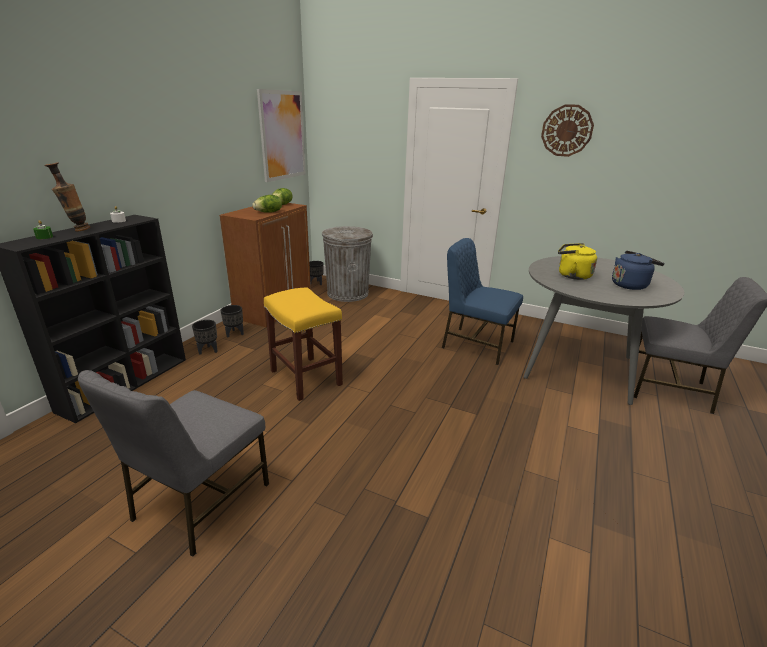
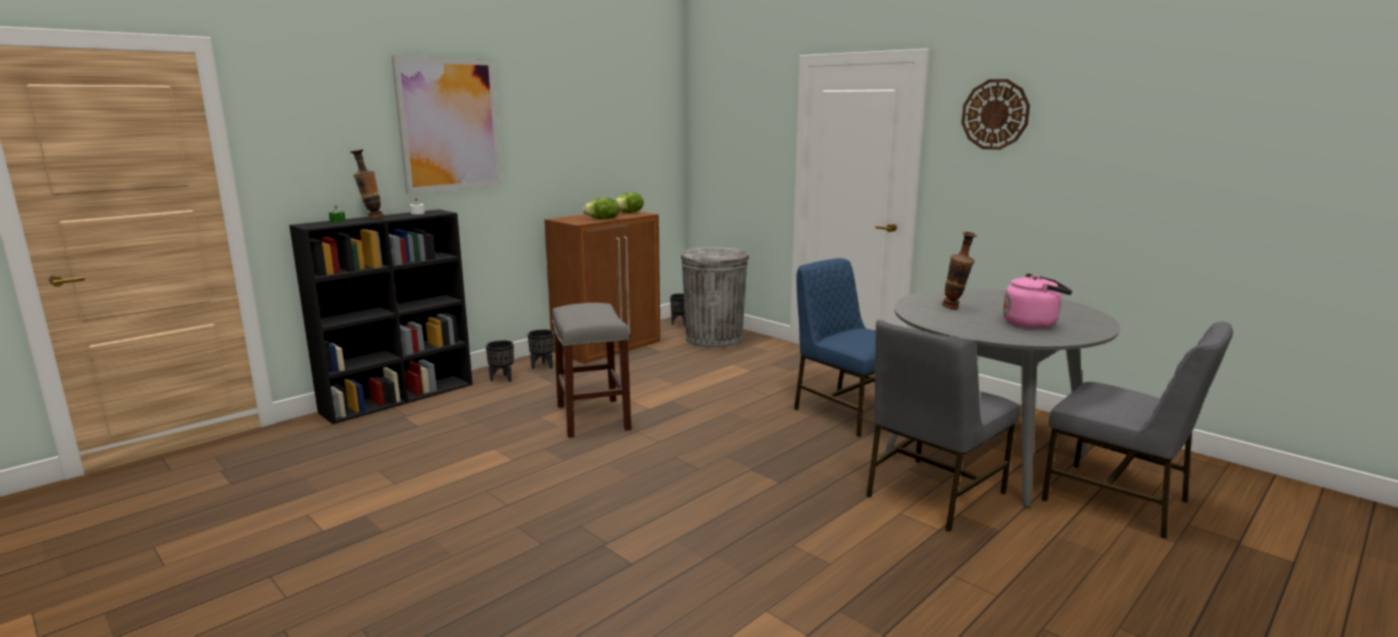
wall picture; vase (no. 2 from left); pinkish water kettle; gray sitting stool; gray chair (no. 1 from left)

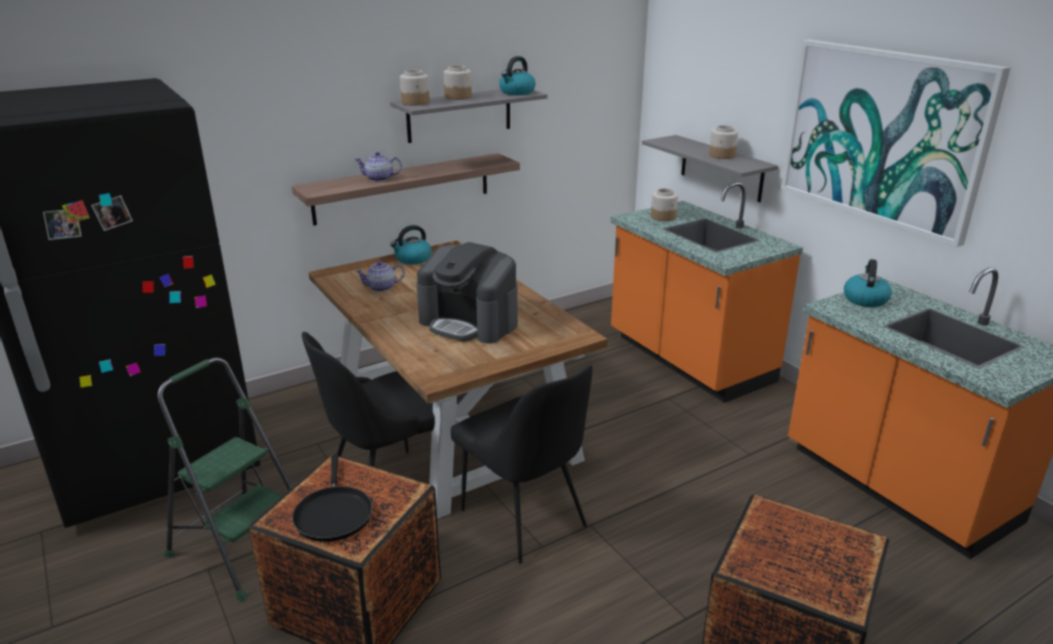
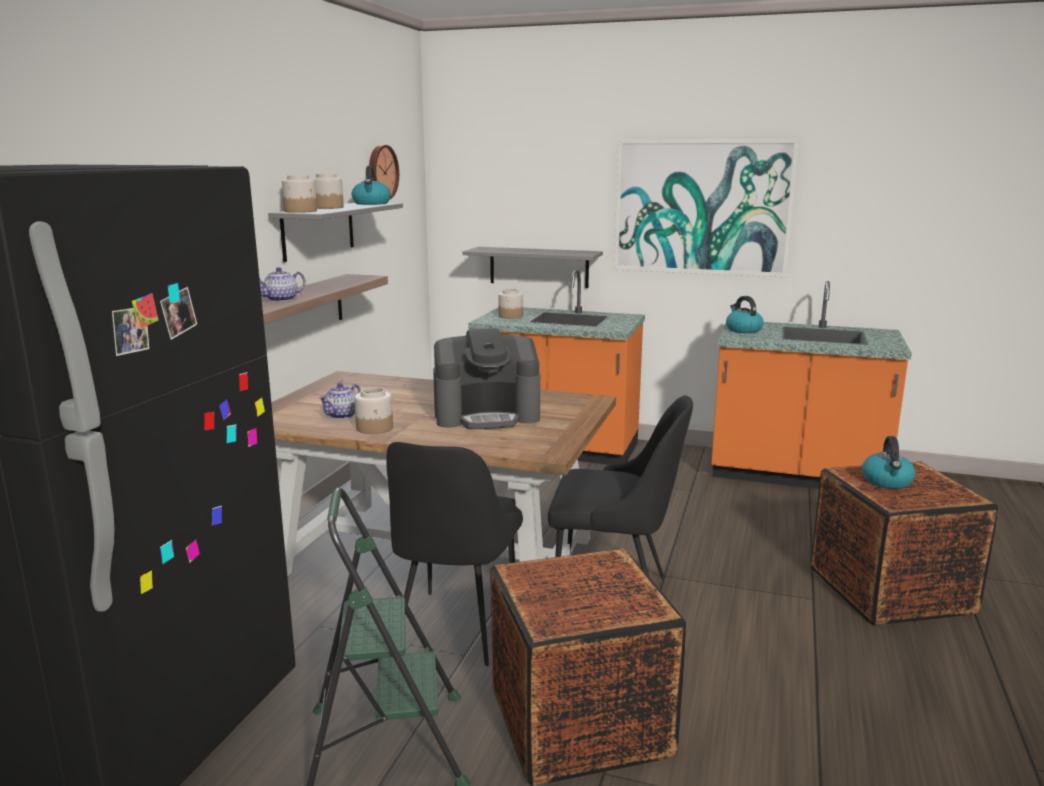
storage jar (no. 3 from left); water kettle (no. 3 from left); black frying pan; clock on the wall

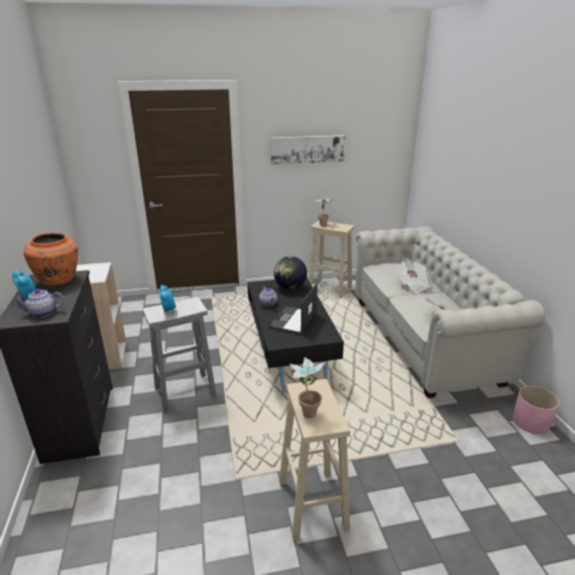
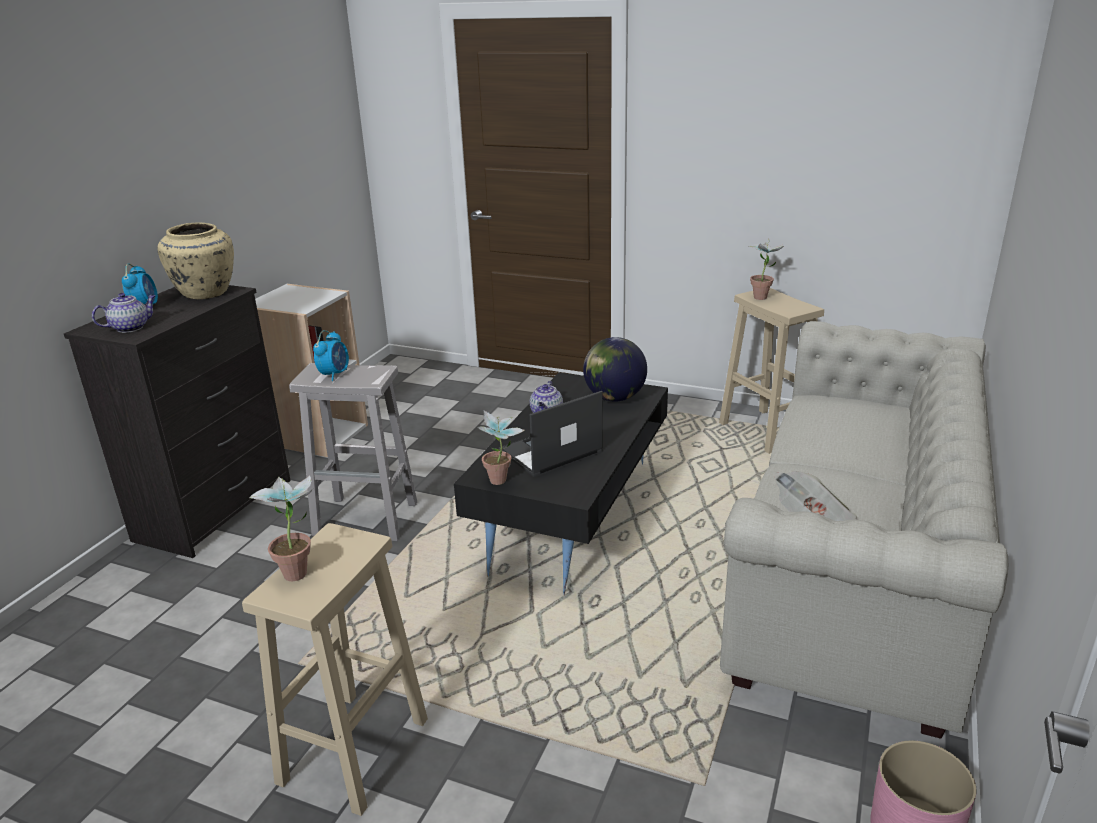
wall picture; beige vase; newspaper (no. 1 from left in the first image); teapot (no. 1 from left); potted plant (no. 2 from left)

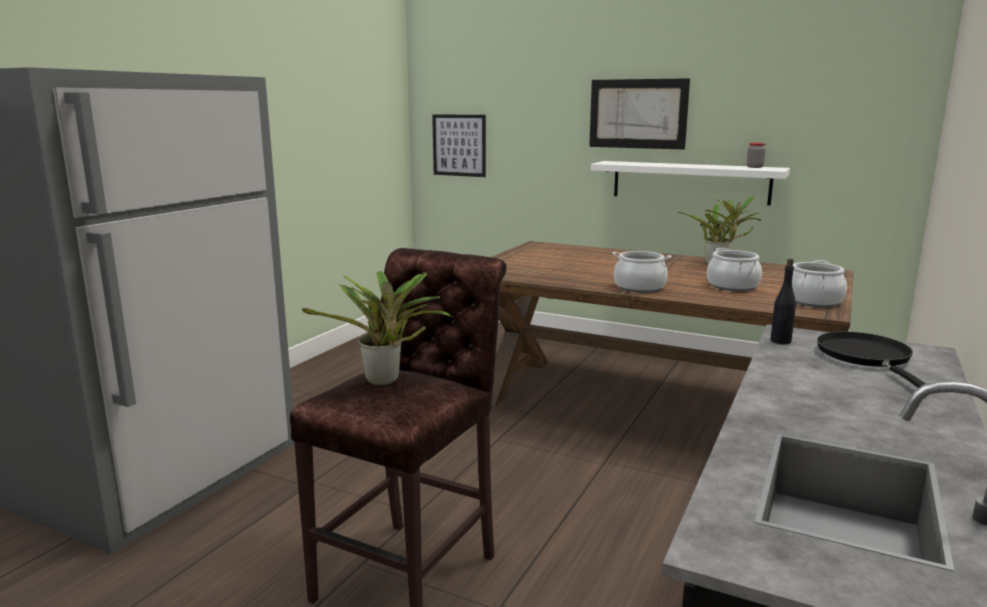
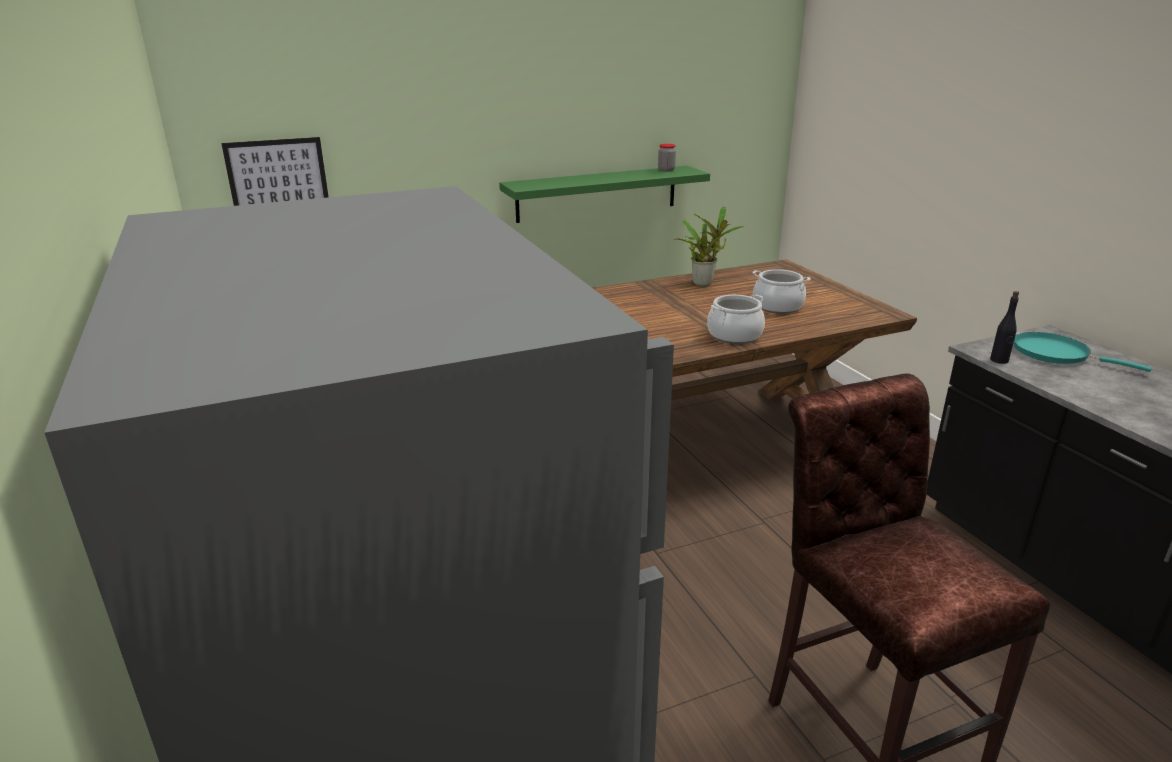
wall picture (no. 2 from left in the first image); green shelf; saucepot (no. 3 from left in the first image); potted plant (no. 1 from left in the first image); blue-green frying pan

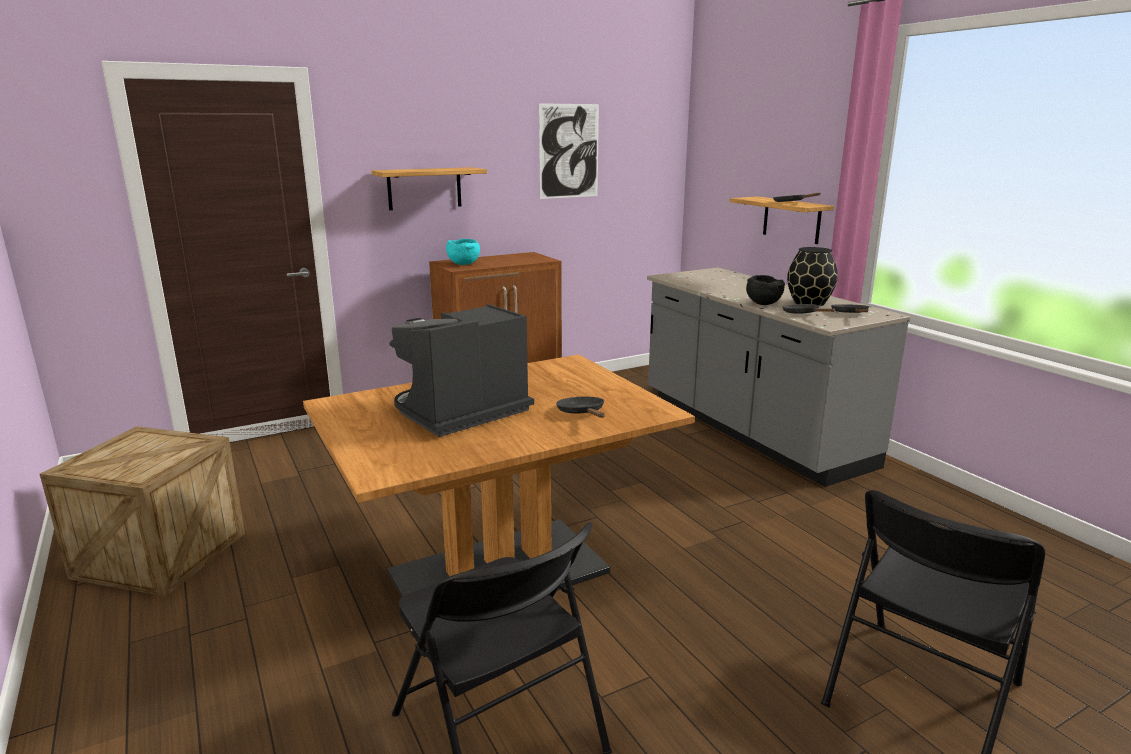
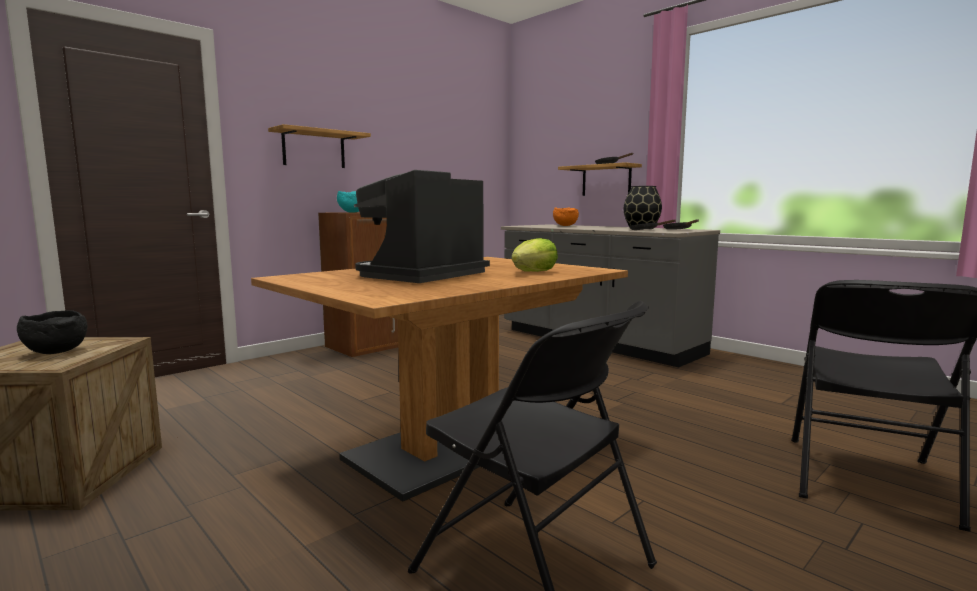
wall picture; black serving bowl; lettuce; orangey serving bowl

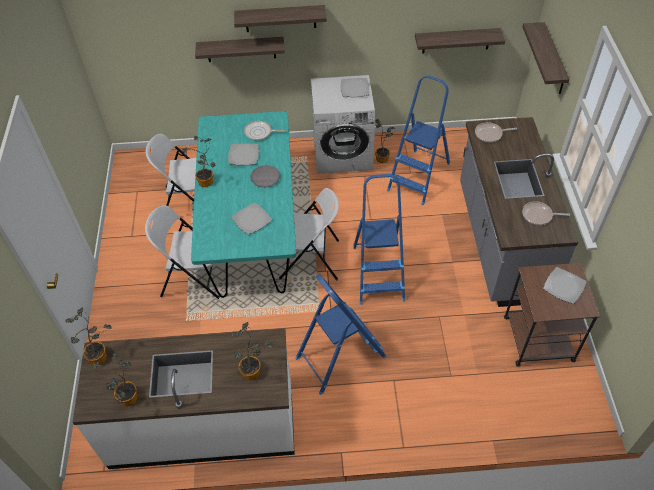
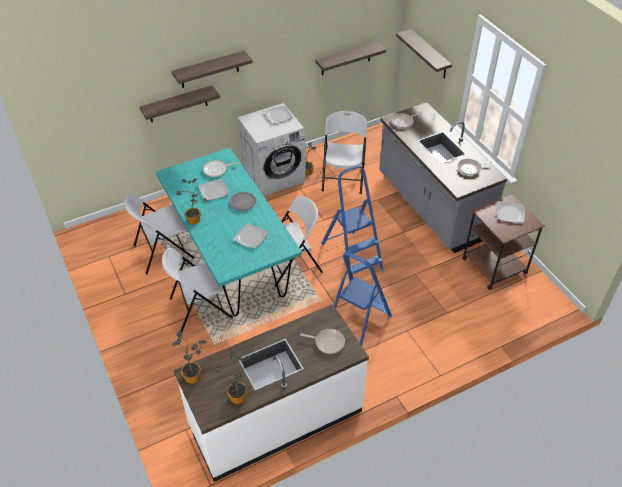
whitish chair (no. 4 from left); frying pan (no. 2 from left)

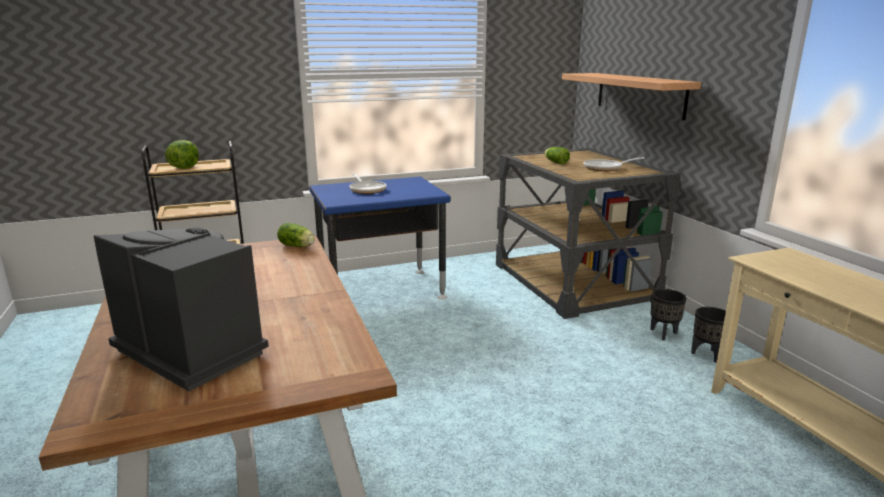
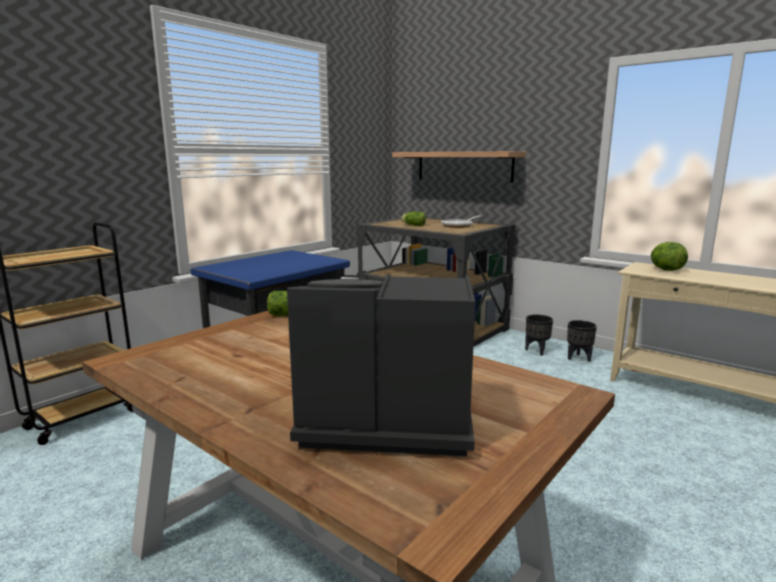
lettuce (no. 3 from left); frying pan (no. 1 from left in the first image)

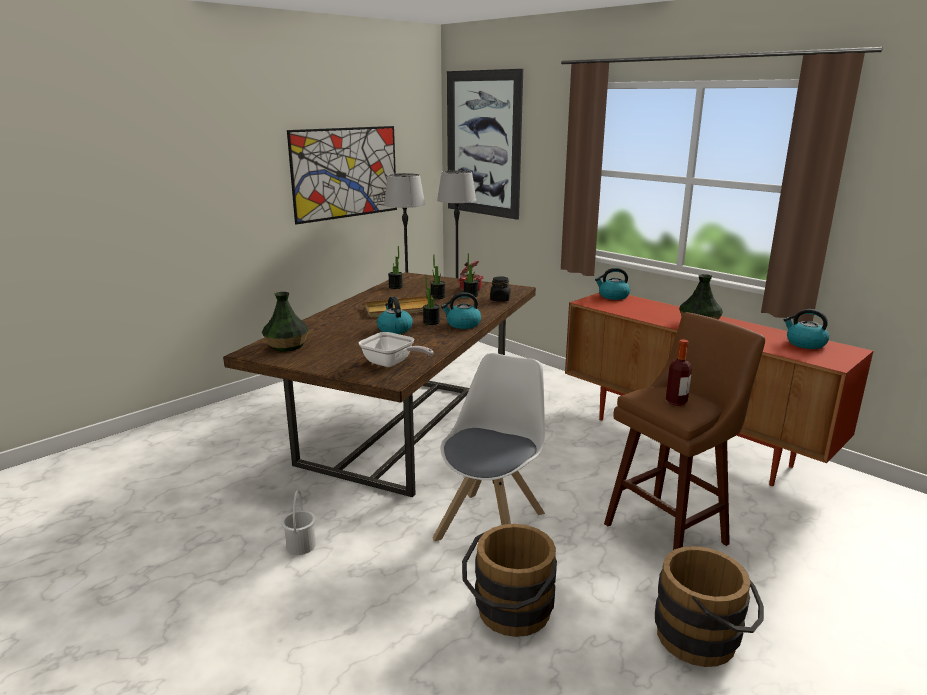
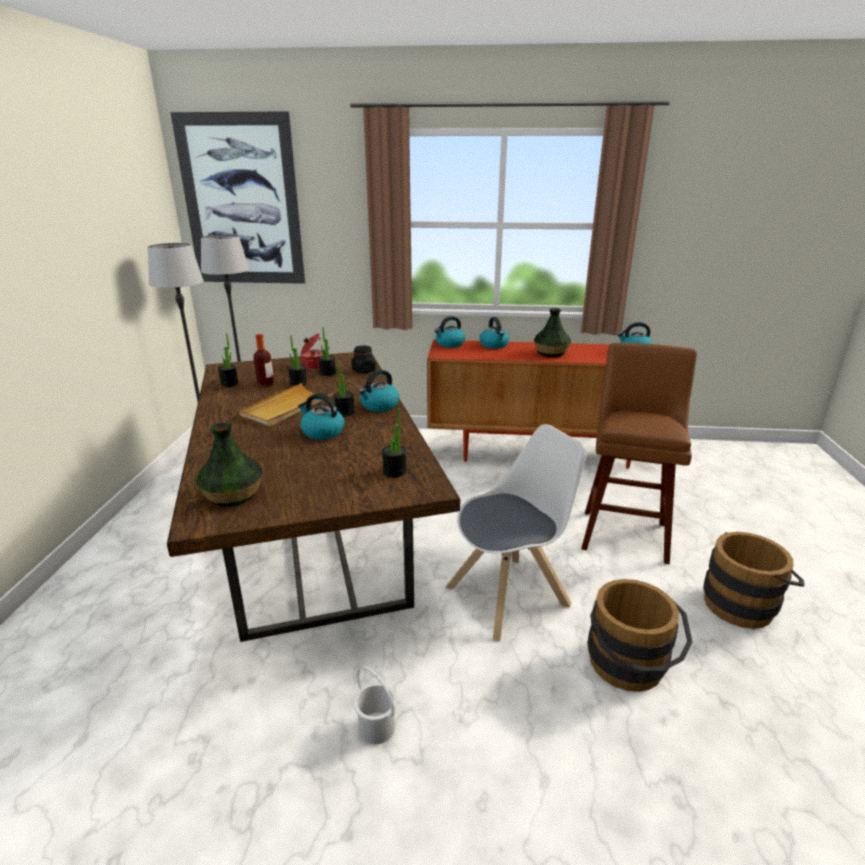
wall picture (no. 1 from left in the first image); potted plant (no. 5 from left); drink bottle; chair; water kettle (no. 4 from left)

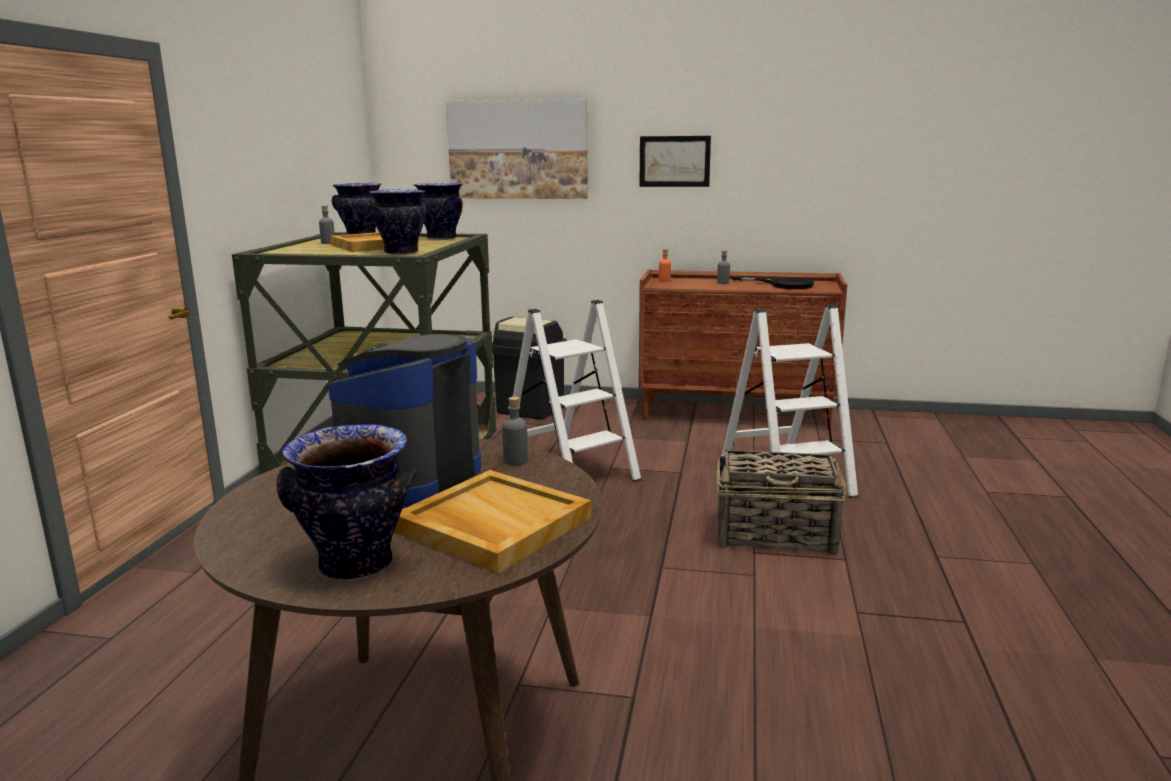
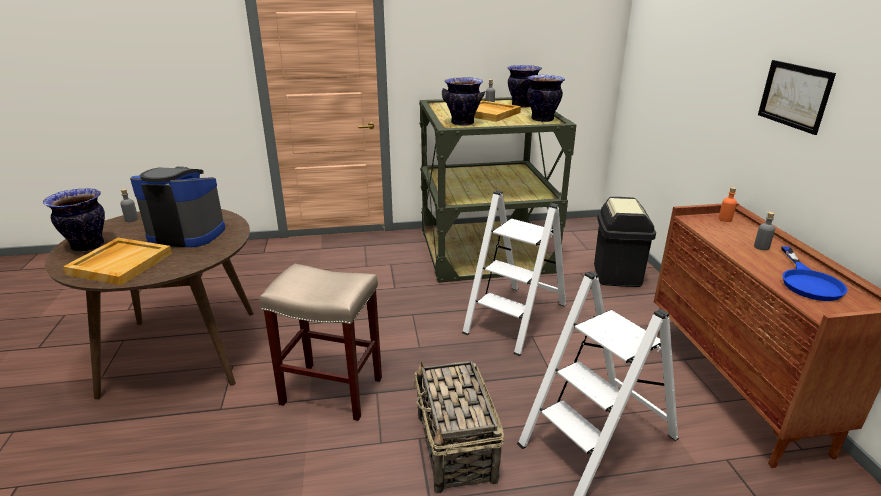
wall picture (no. 1 from left in the first image); blue frying pan; gray drink bottle (no. 1 from left); beige sitting stool

